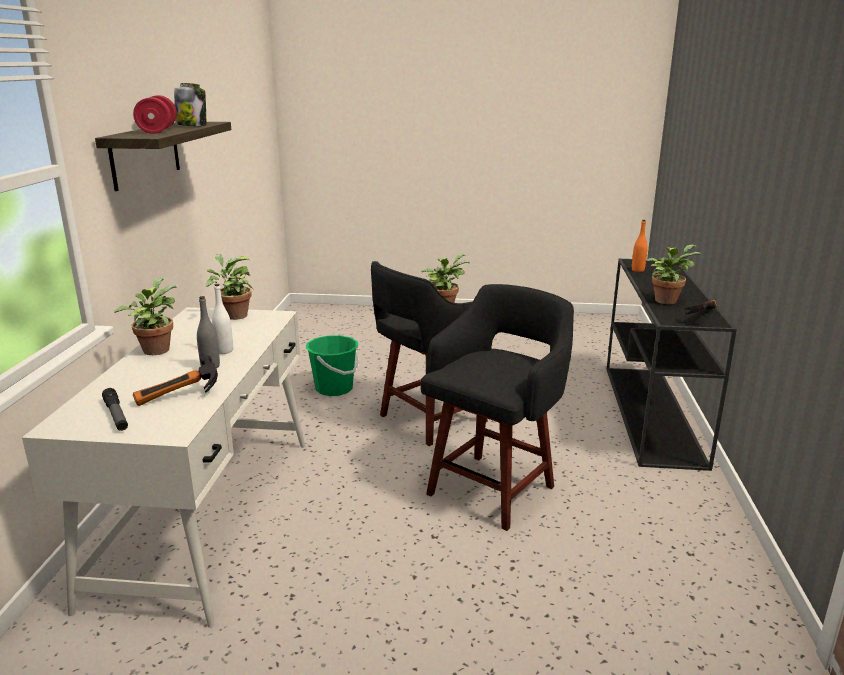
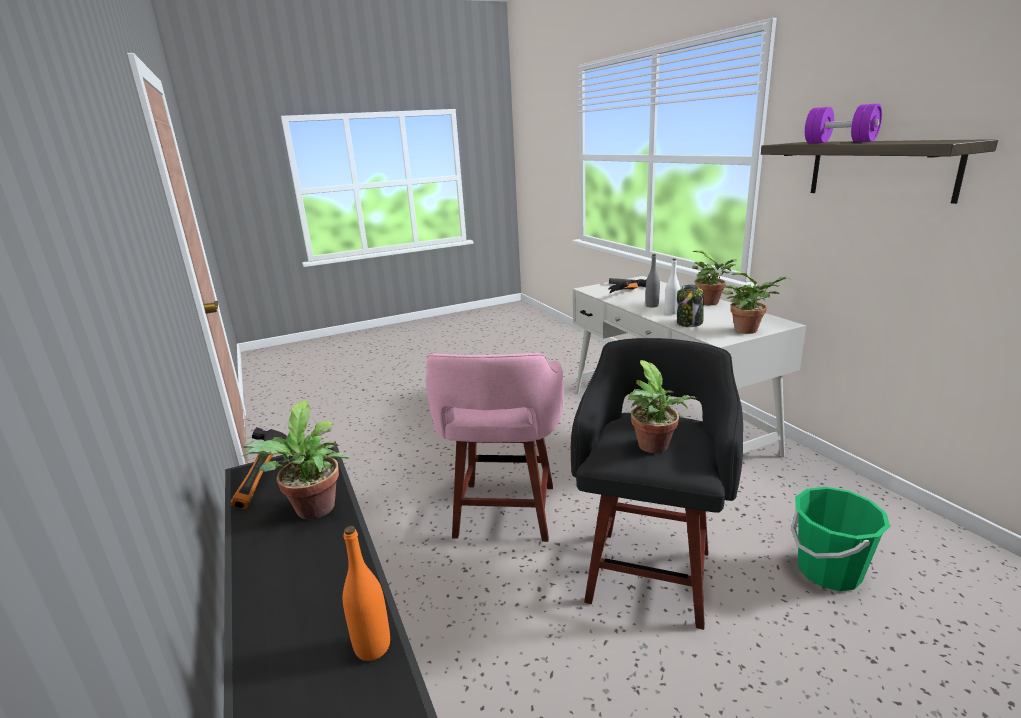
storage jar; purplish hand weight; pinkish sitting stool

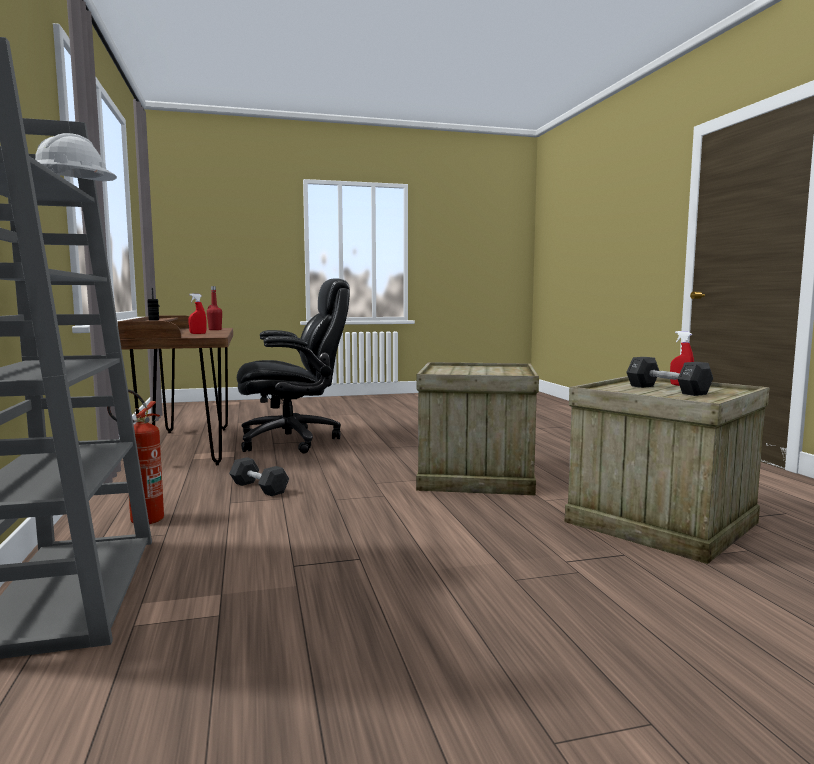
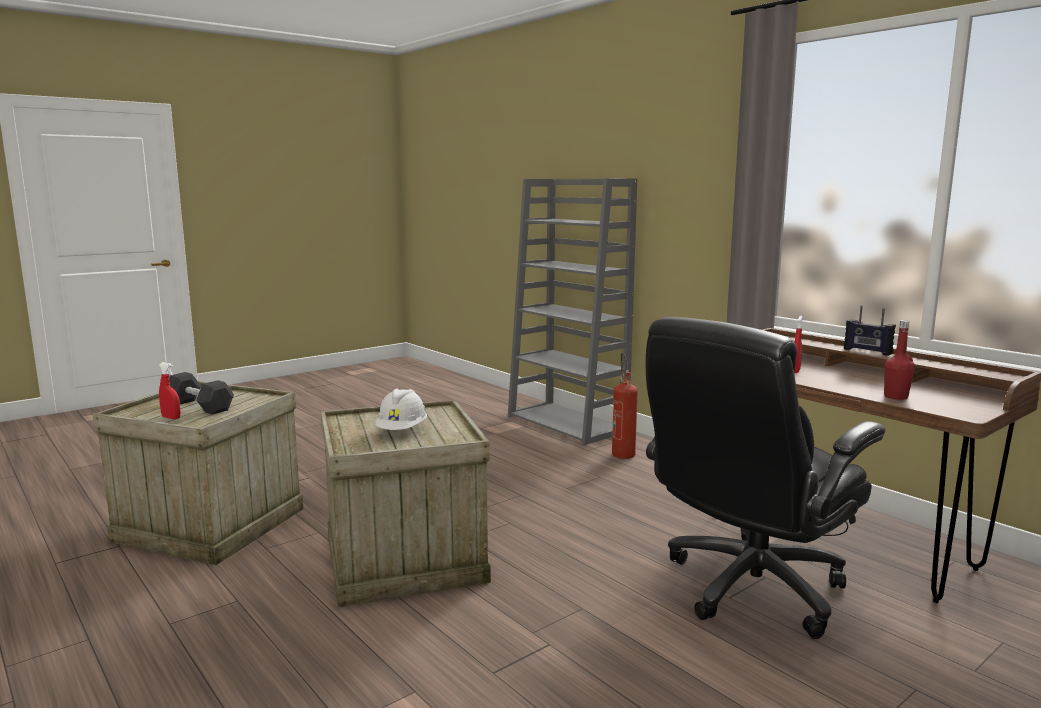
whitish work helmet; black hand weight (no. 1 from left in the first image)

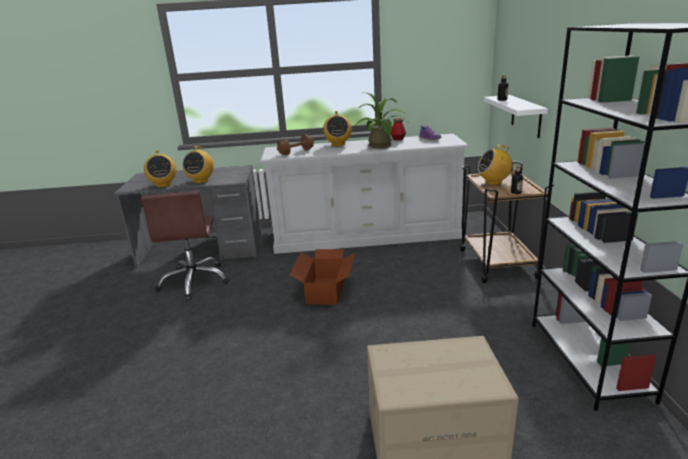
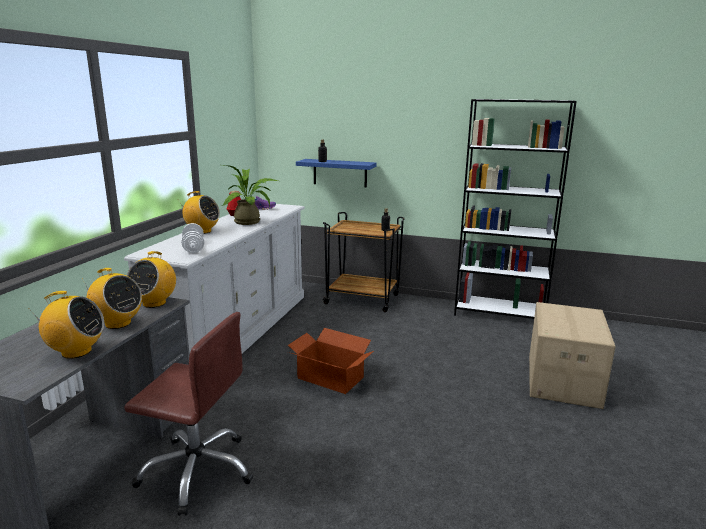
blue shelf; whitish hand weight; radio (no. 3 from left)

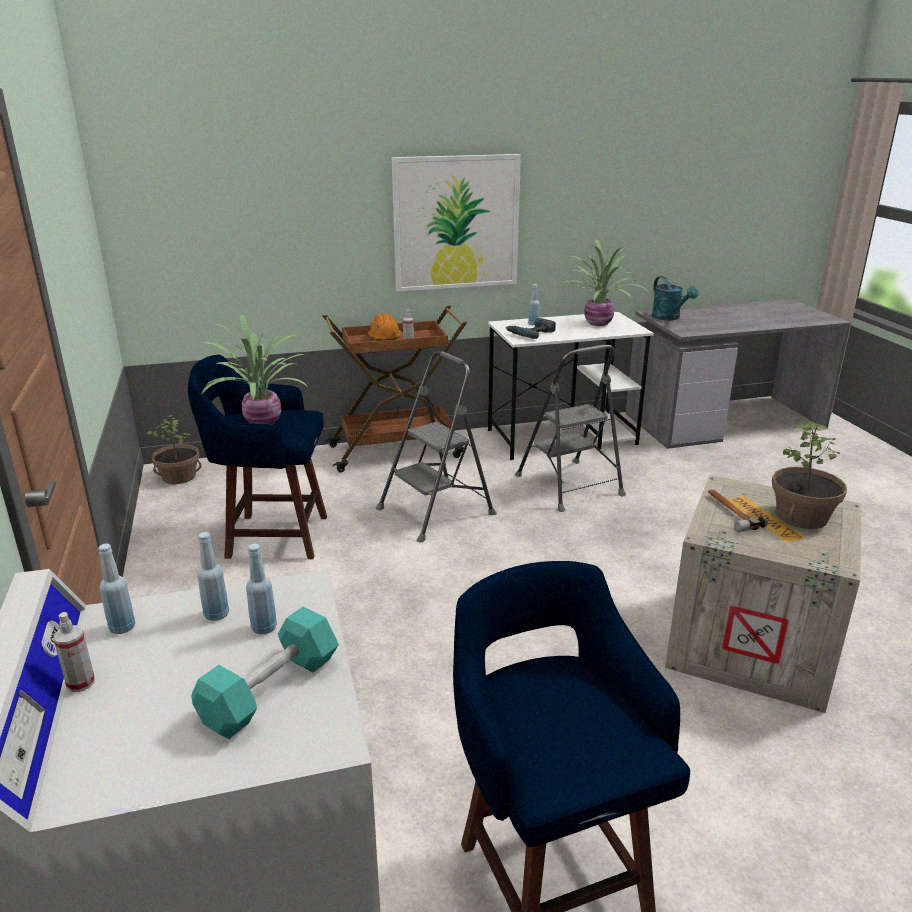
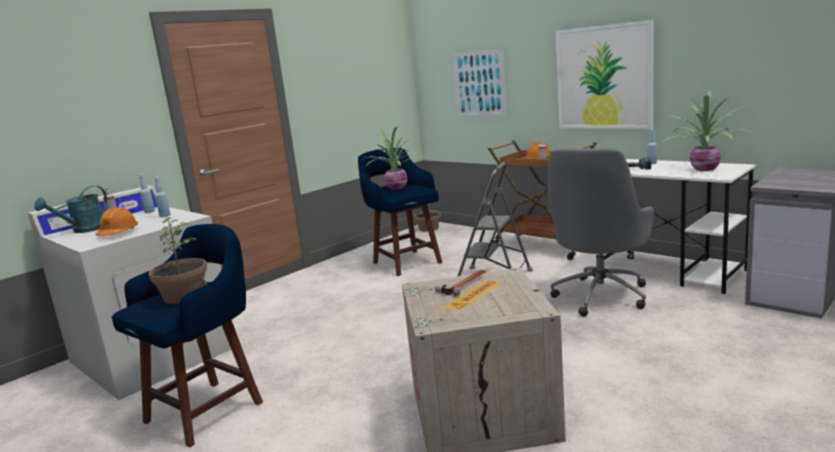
blue-green watering can; gray desk chair; potted plant (no. 1 from left); blue drink bottle (no. 3 from left in the first image); orangey work helmet (no. 1 from left); wall picture (no. 1 from left)

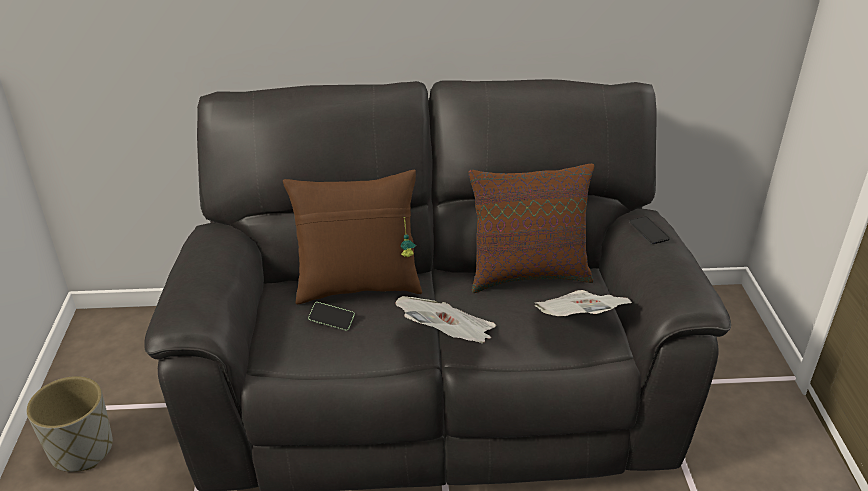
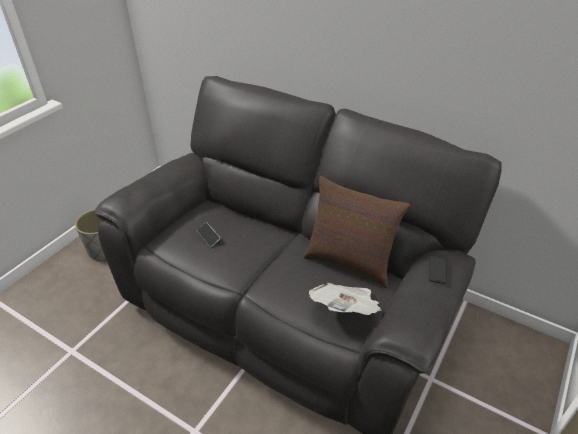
brown-coloured cushion (no. 1 from left in the first image); newspaper (no. 1 from left in the first image)

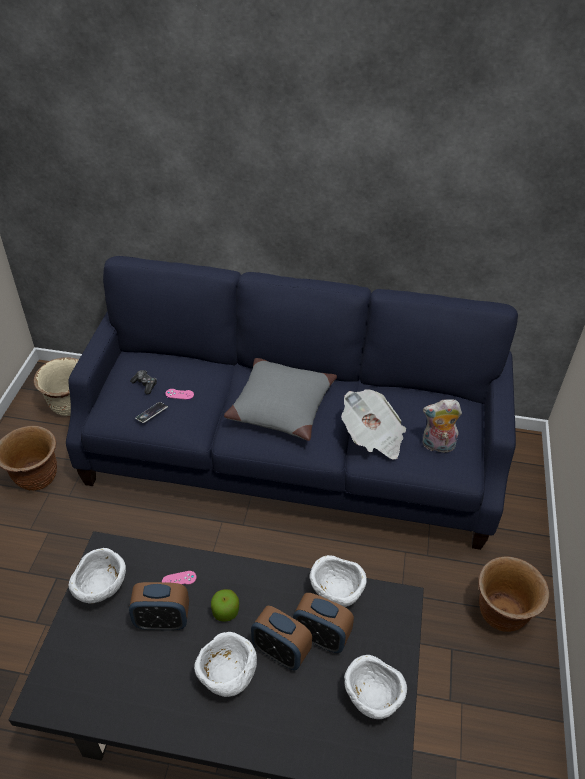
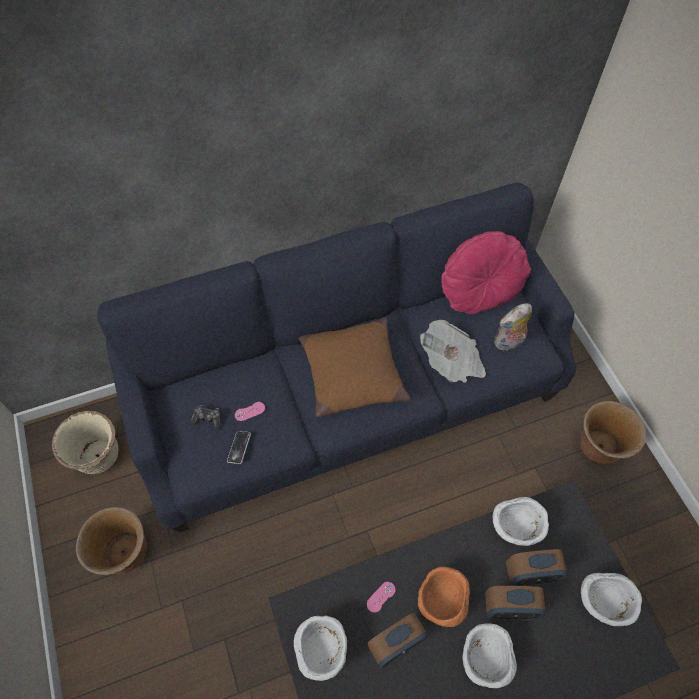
brown-coloured cushion; orangey serving bowl; pinkish cushion

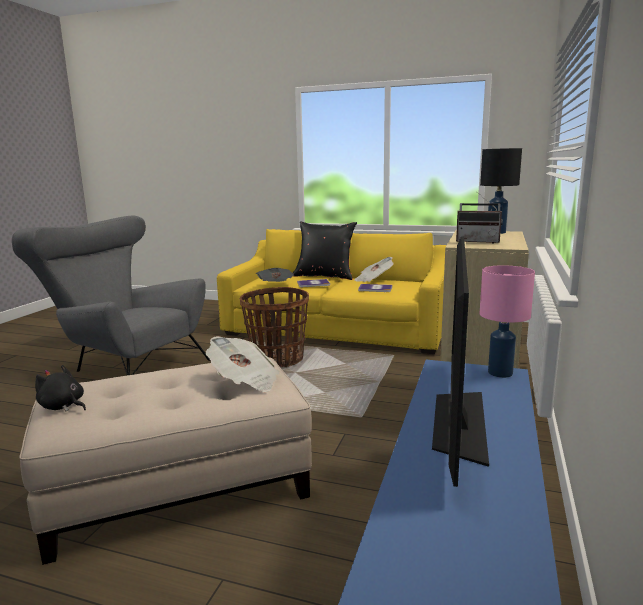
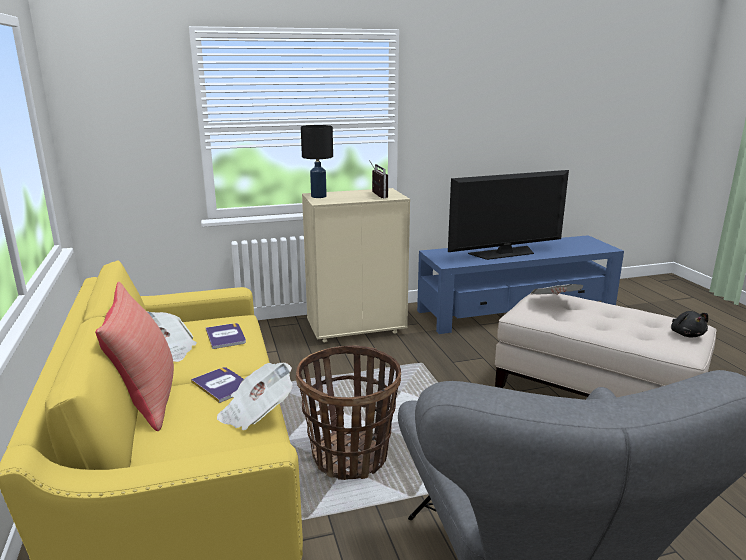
reddish cushion; pinkish tabletop lamp

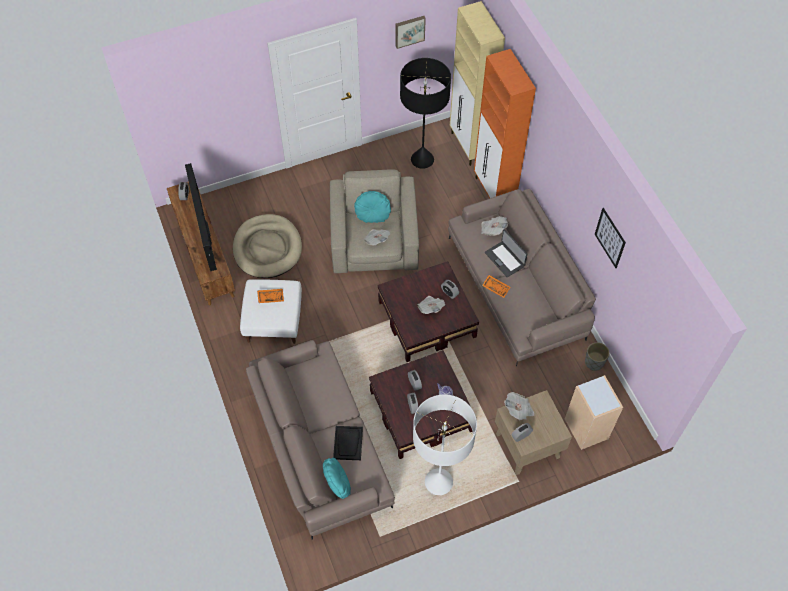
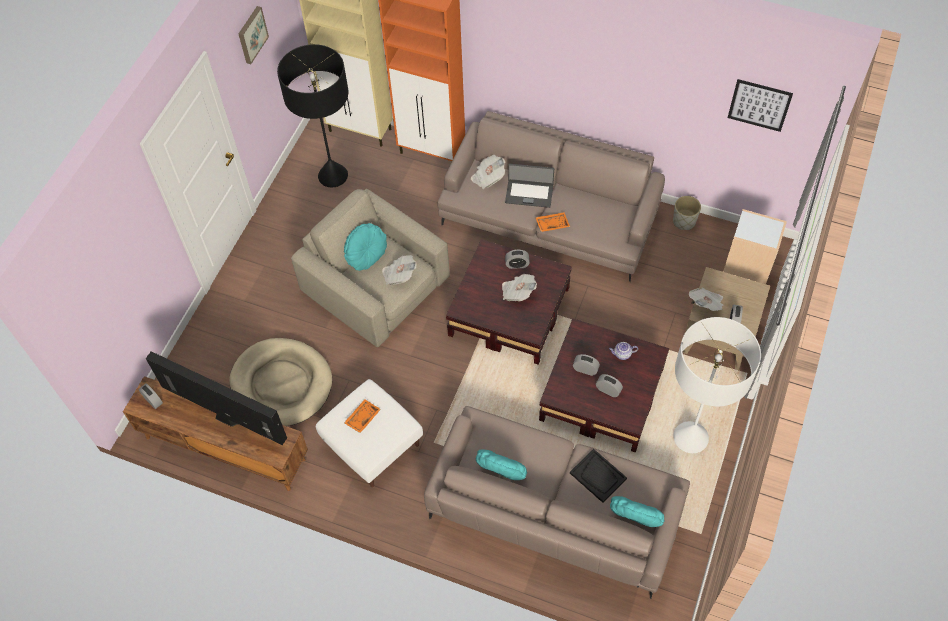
wall picture (no. 2 from left); blue-green cushion (no. 2 from left)

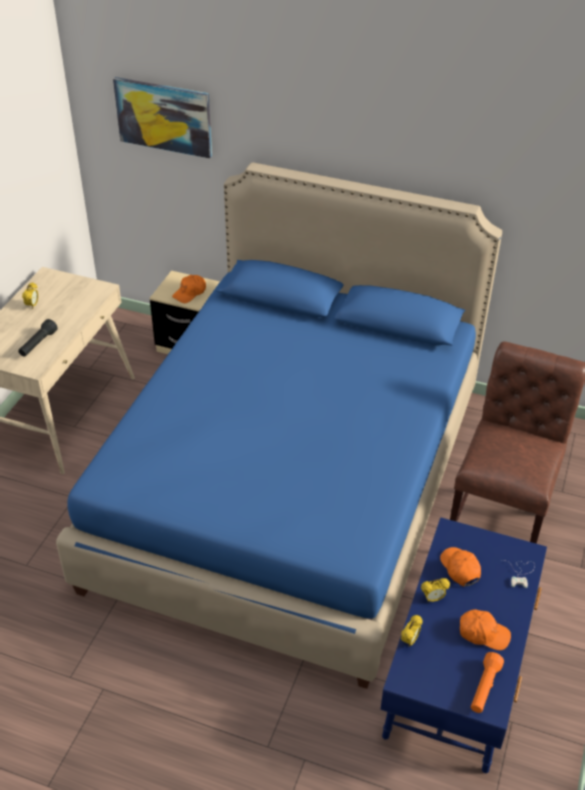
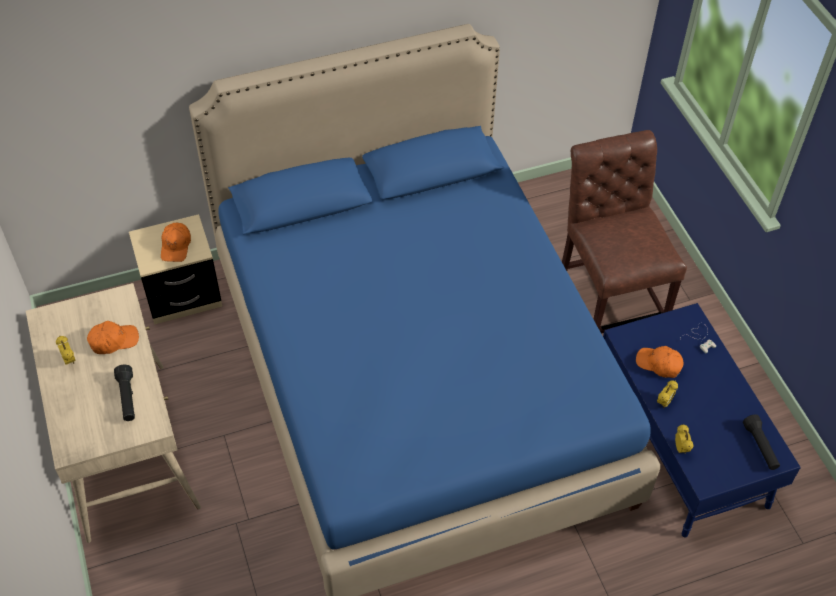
wall picture; orangey cap (no. 1 from left); black flashlight (no. 2 from left)

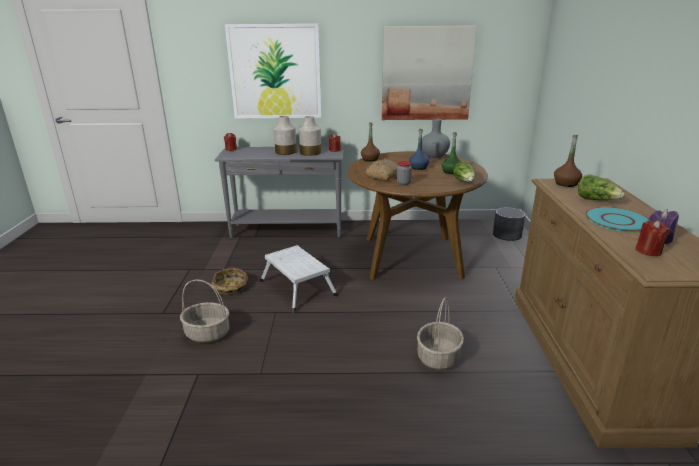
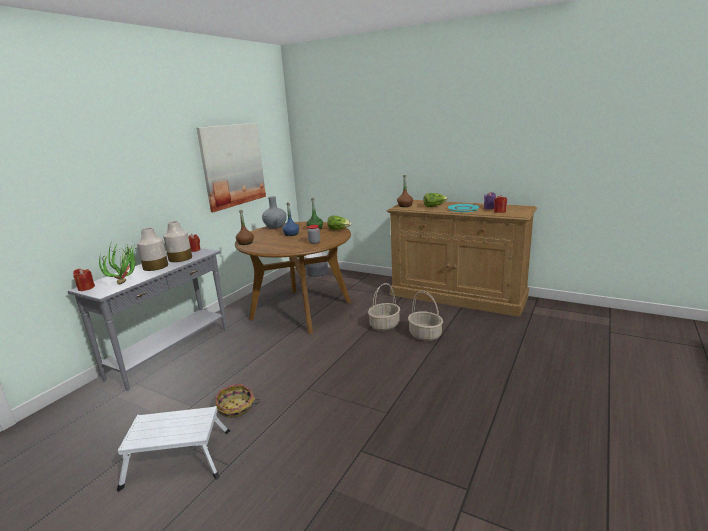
wall picture (no. 1 from left in the first image); bakery bread; whitish step ladder; storage basket (no. 2 from left); potted plant

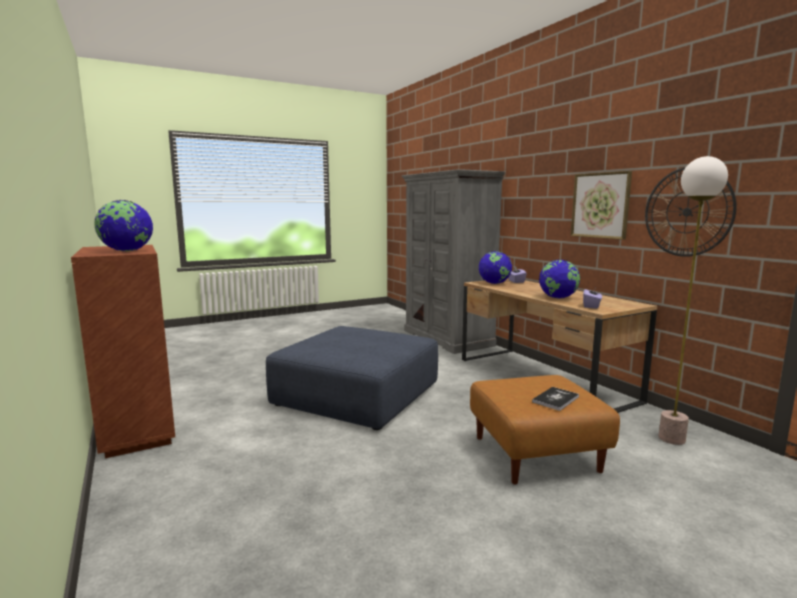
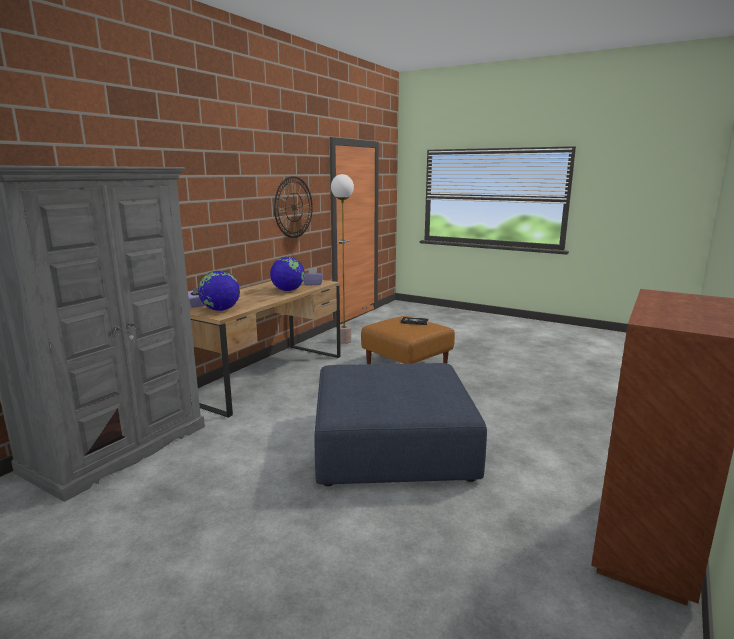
wall picture; desk globe (no. 1 from left in the first image)

